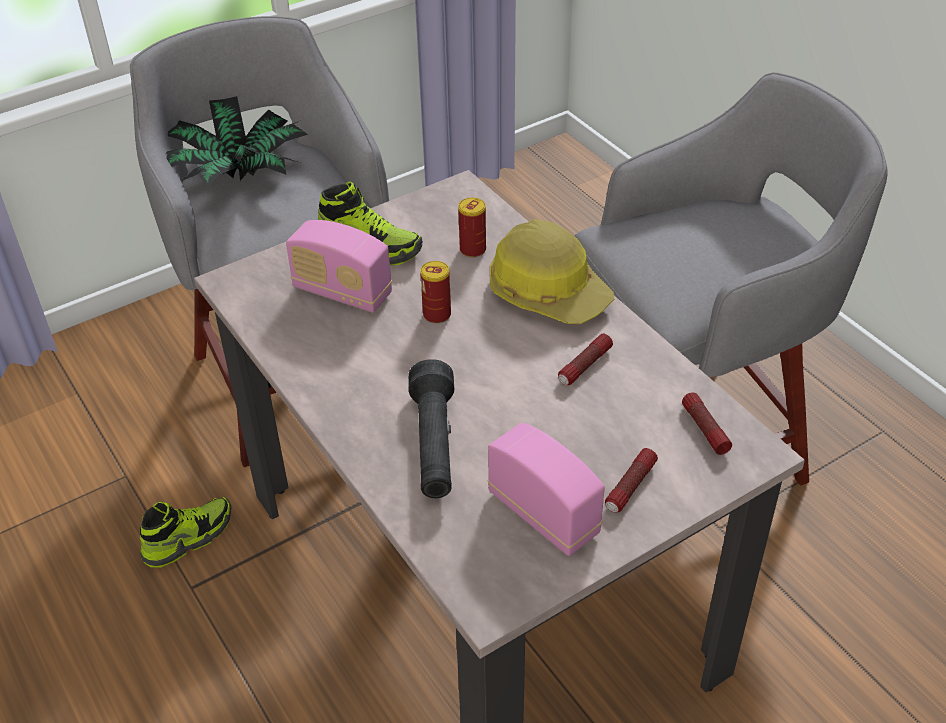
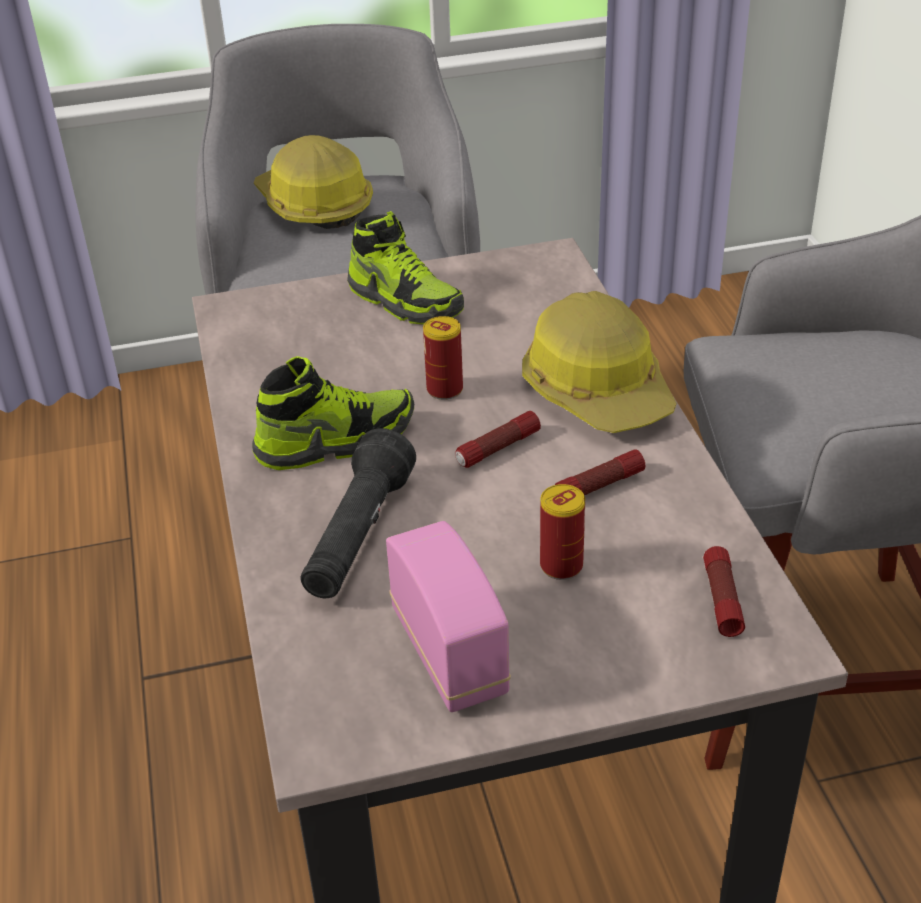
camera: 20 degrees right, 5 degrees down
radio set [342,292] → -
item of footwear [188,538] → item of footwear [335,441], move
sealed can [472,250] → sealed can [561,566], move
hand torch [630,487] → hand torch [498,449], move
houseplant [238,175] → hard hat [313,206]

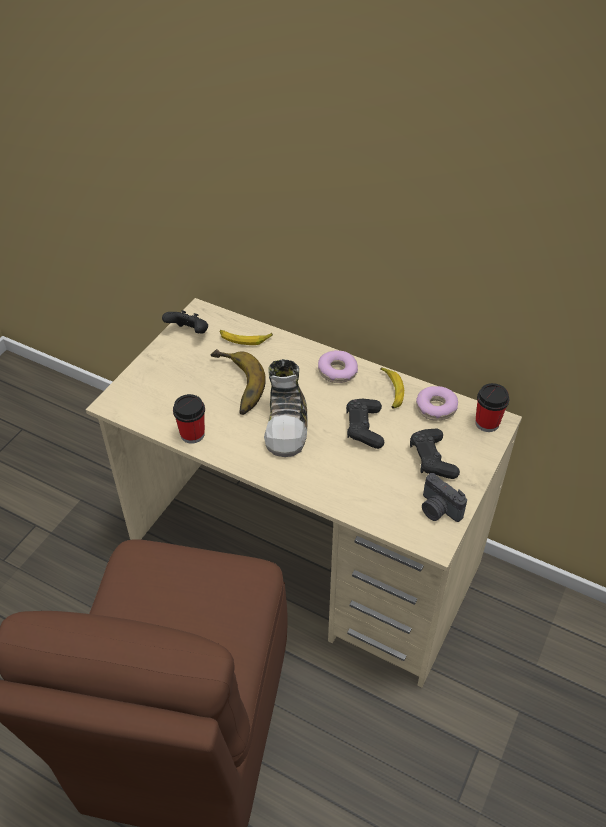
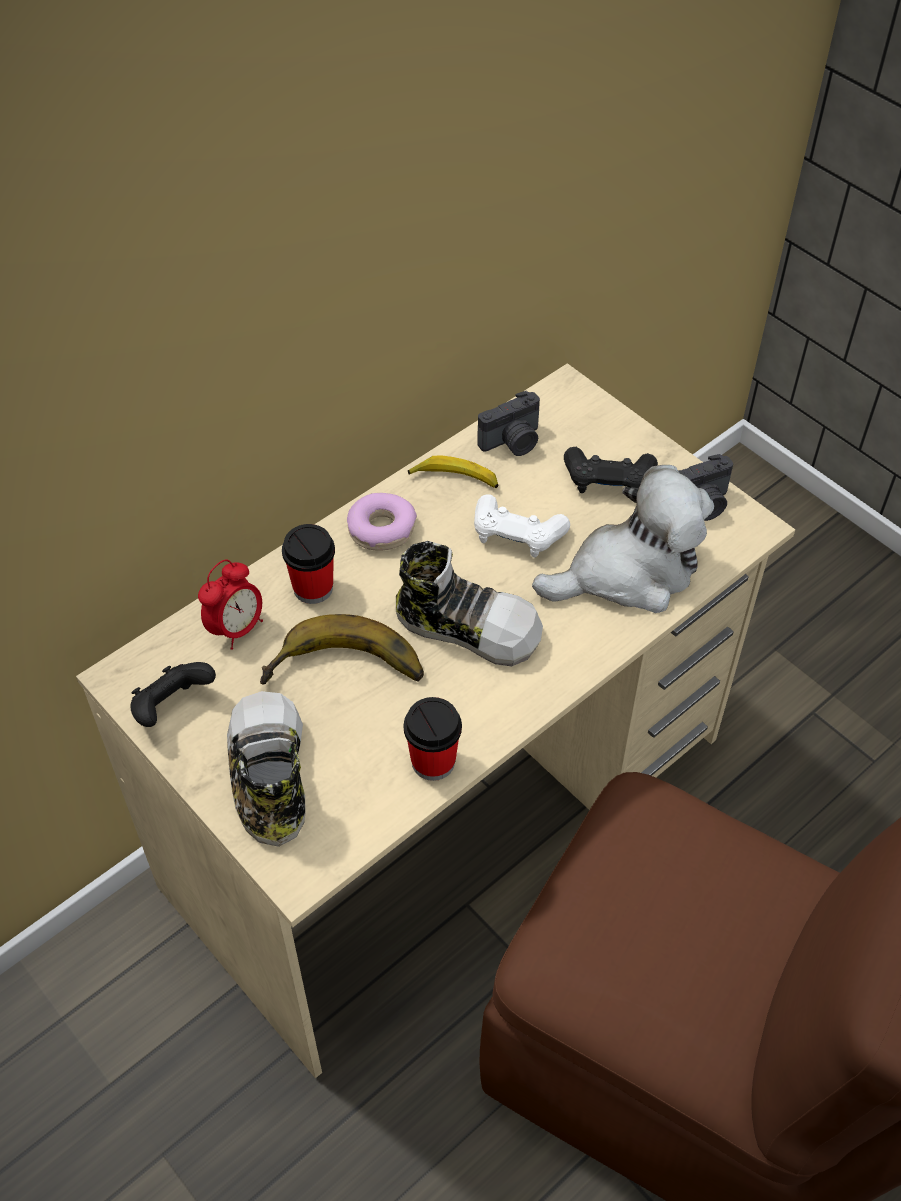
camera: 70 degrees left, 5 degrees up
- → item of footwear [268,776]
- → cuddly toy [628,573]
drinking cup [487,423] → drinking cup [313,588], move
banana fruit [245,339] → table clock [236,628]
doughnut [436,408] → photo camera [513,442]
black gamepad [364,428] → whitish gamepad [517,535]

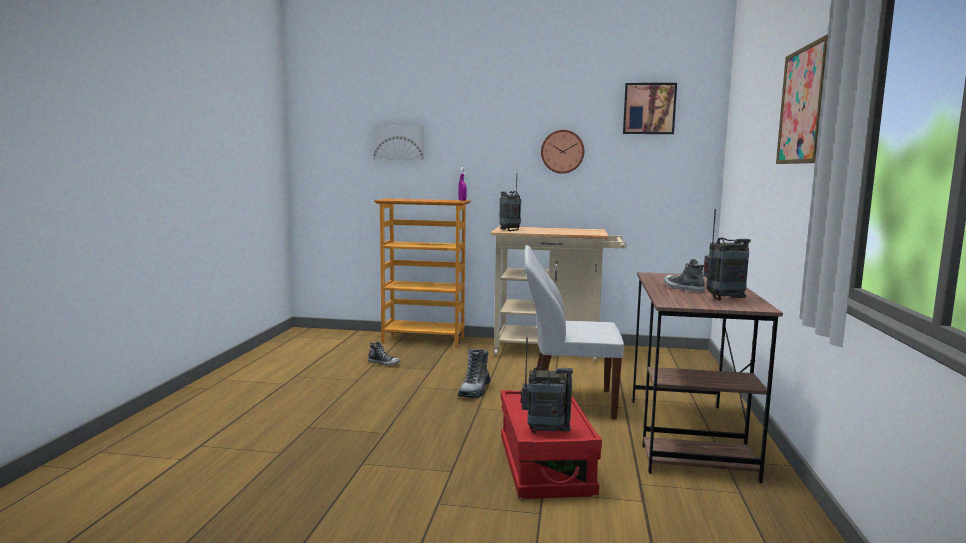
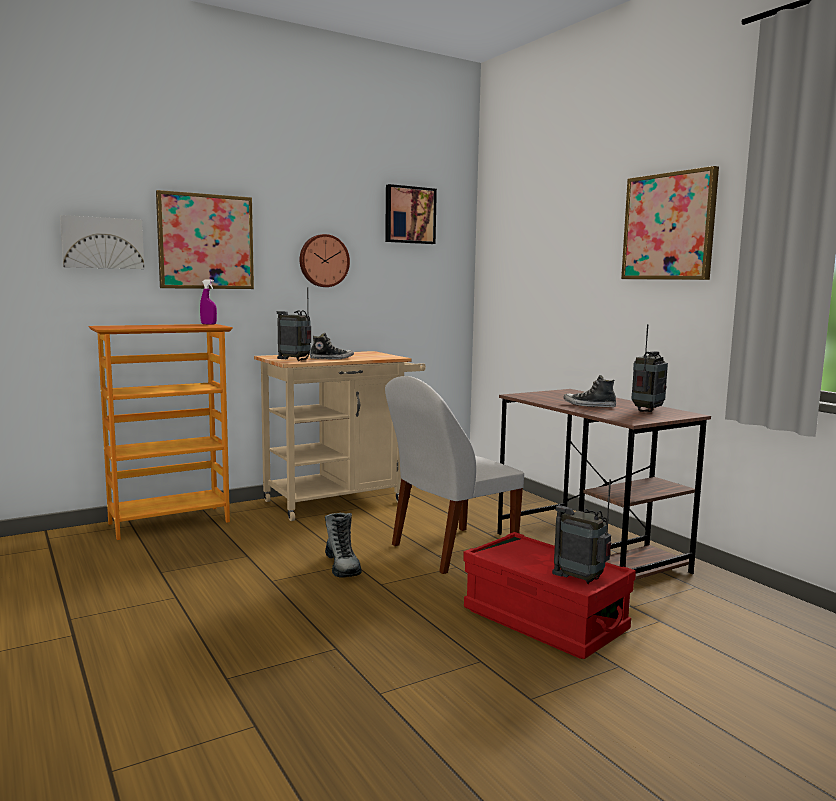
camera: 40 degrees left, 0 degrees up
- → wall art [205,242]
item of footwear [384,363] → item of footwear [332,358], move
radio set [545,432] → radio set [581,579], 105 degrees counterclockwise

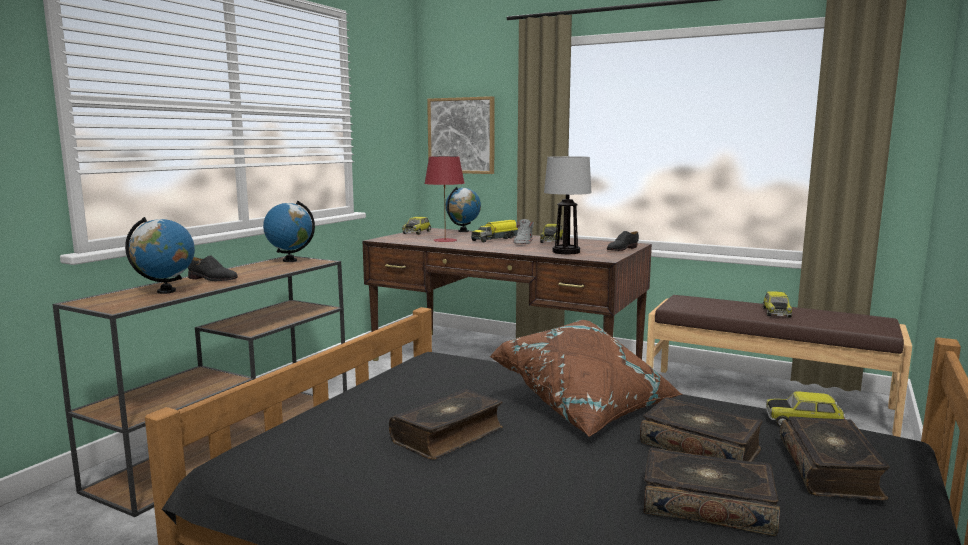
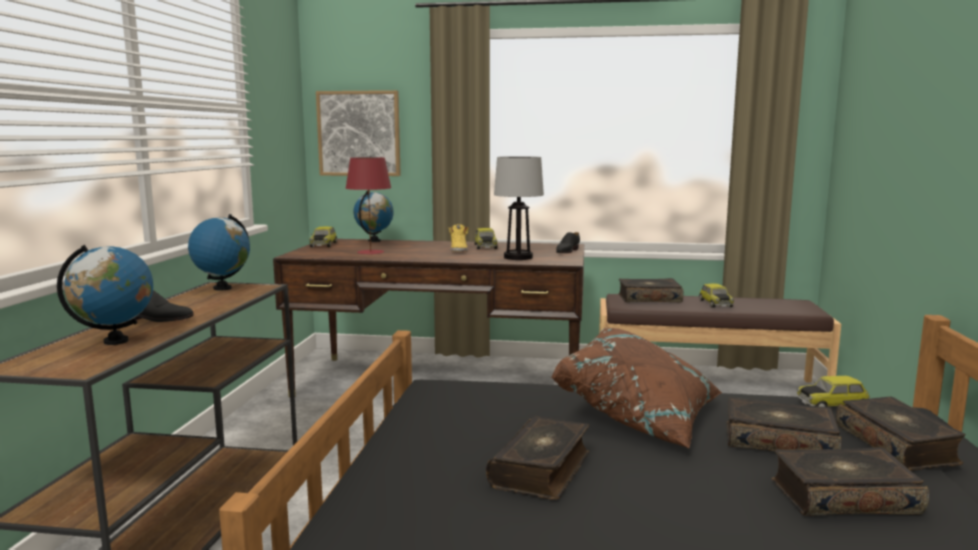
camera: 20 degrees left, 0 degrees up
toy lorry [496,239] → -
- → book [649,298]
greyish item of footwear [523,242] → yellow item of footwear [459,249]

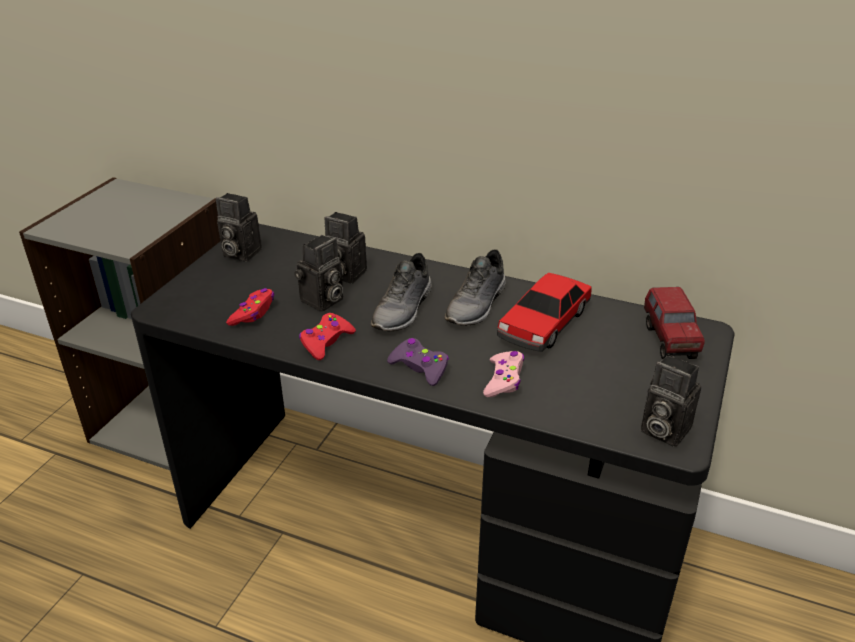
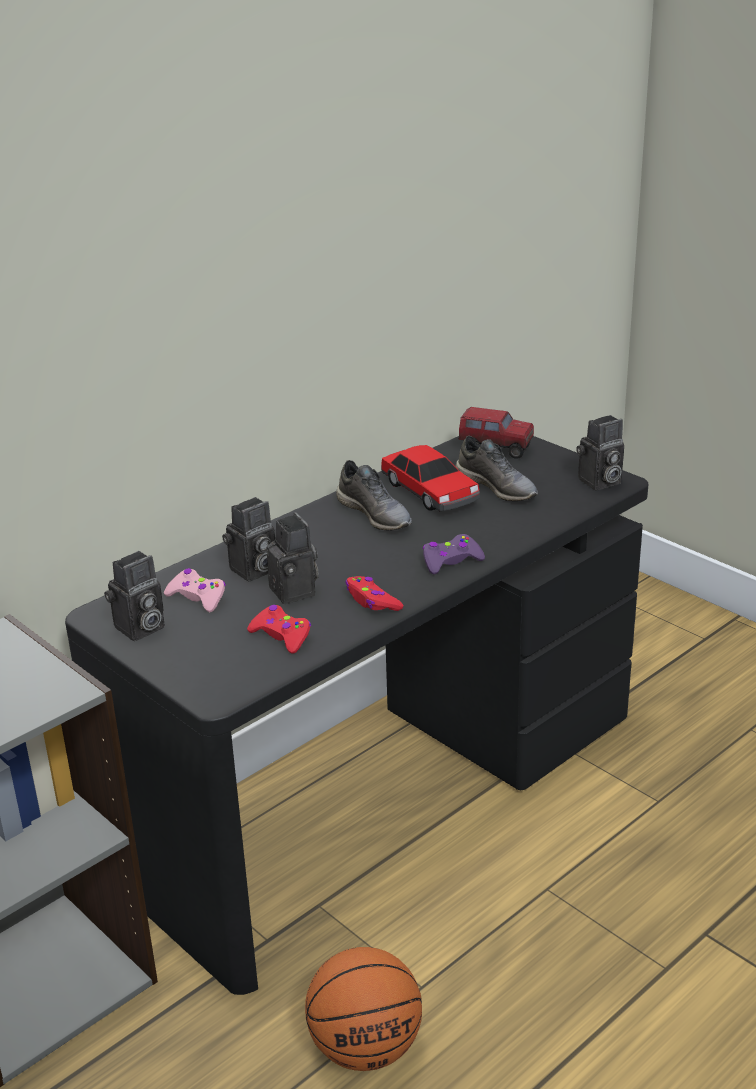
camera: 65 degrees left, 5 degrees down
- → basketball [365,1047]
greyish item of footwear [404,310] → greyish item of footwear [497,487], move
pink gamepad [504,380] → pink gamepad [197,597], move

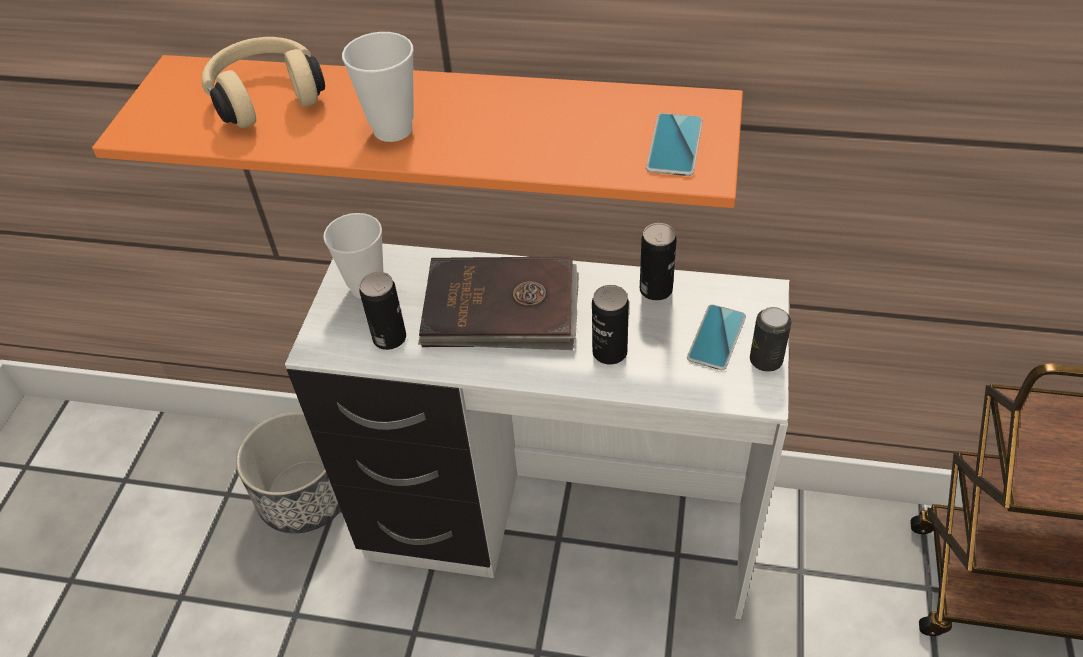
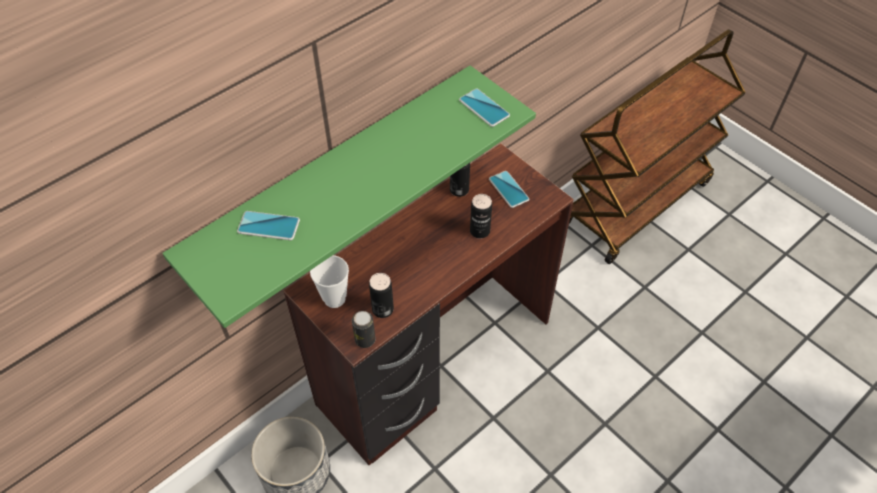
camera: 55 degrees left, 5 degrees up
drinking cup [393,129] → -
brown-coloured book [501,309] → -
sealed can [766,360] → sealed can [365,339], move
beige headset [266,97] → handset [269,226]
orange-coloured wall shelf [447,126] → green-coloured wall shelf [334,178]
whitish desk unit [558,533] → brown-coloured desk unit [437,363]

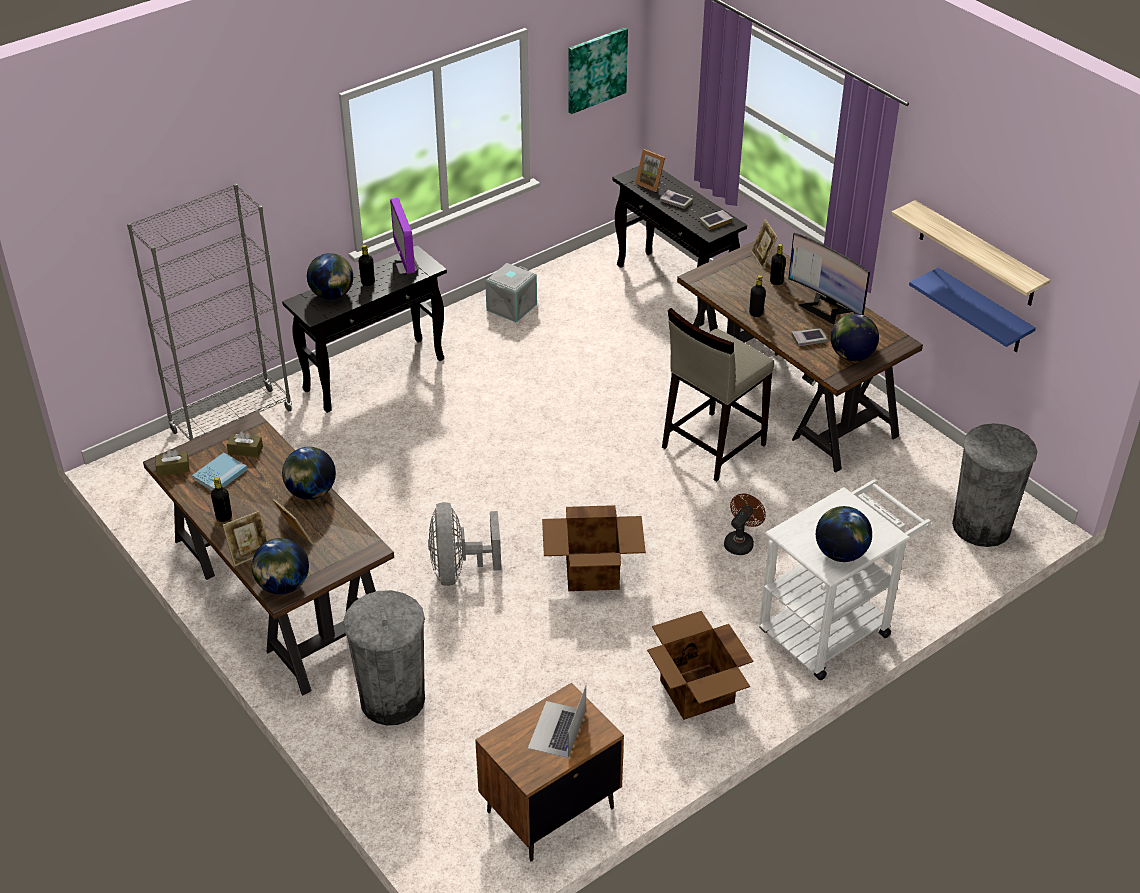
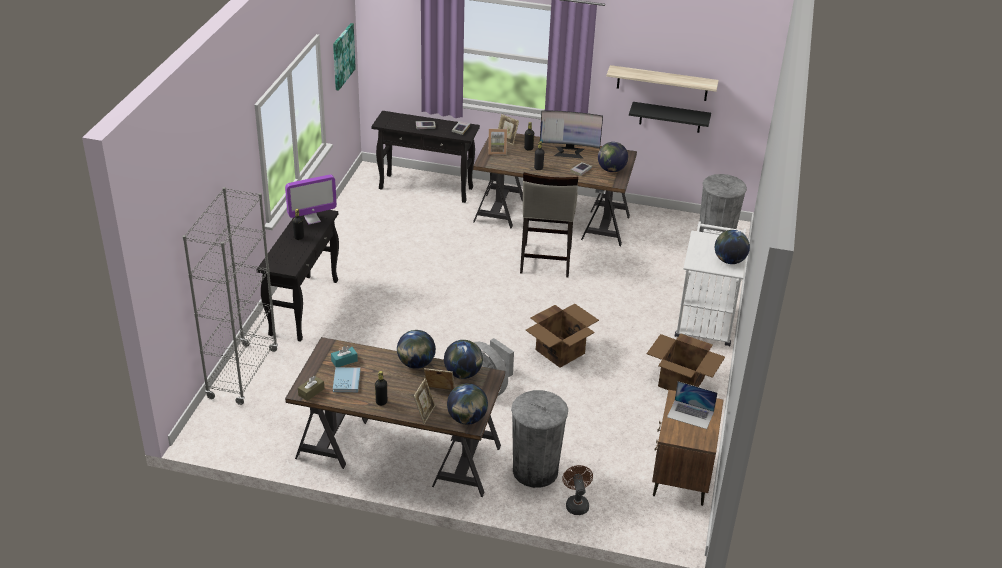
camera: 40 degrees left, 5 degrees down
greyish storage container [511,307] → -
desk globe [332,295] → desk globe [463,373], move
photo frame [651,184] → photo frame [497,151], move
brown-coloured fan [740,542] → brown-coloured fan [576,503], move
brown-coloured tissue box [245,450] → turquoise tissue box [344,361]
bluish wall shelf [982,312] → black wall shelf [670,117]
computer screen [407,267] → computer screen [312,219], 60 degrees counterclockwise
portable computer [557,729] → portable computer [690,414], 45 degrees counterclockwise

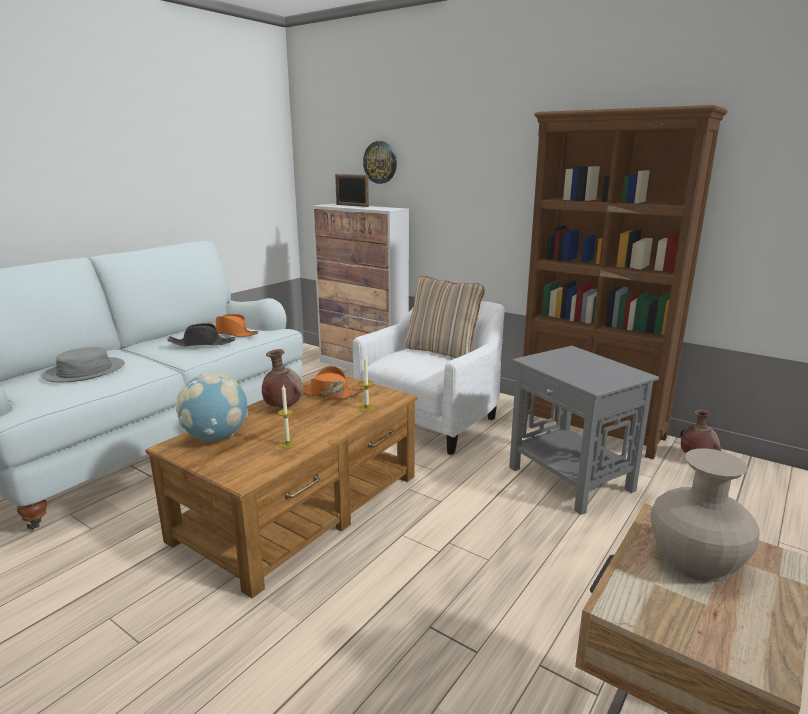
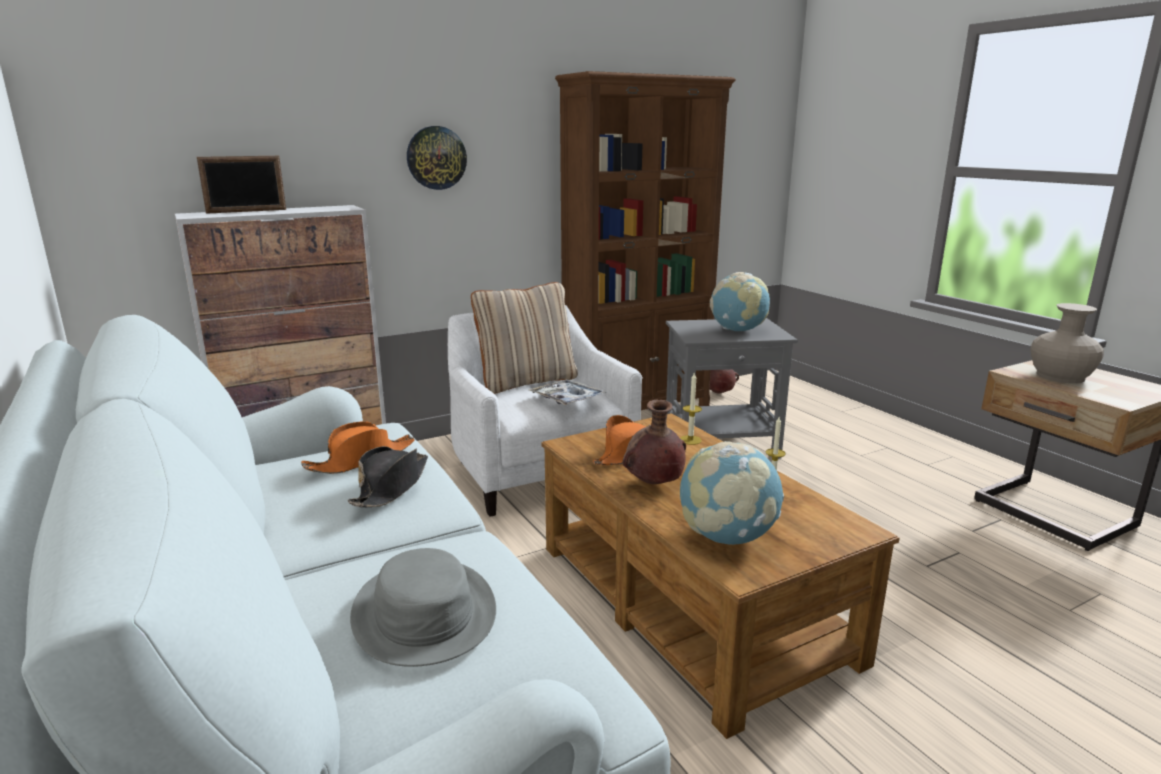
camera: 65 degrees left, 0 degrees up
- → carrying tray [567,399]
- → desk globe [737,330]
hanging clock [380,162] → hanging clock [436,158], move

